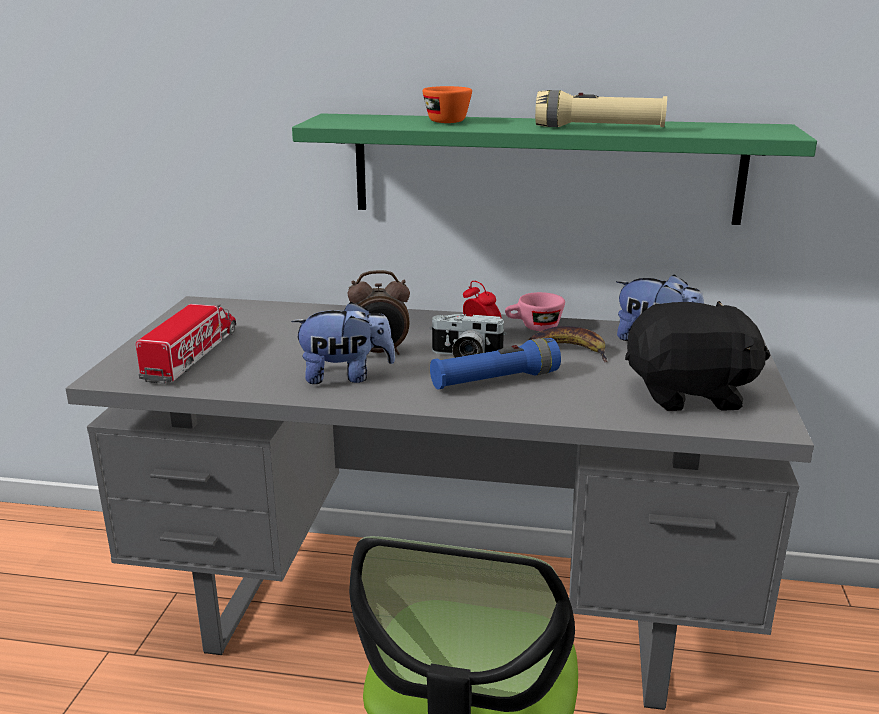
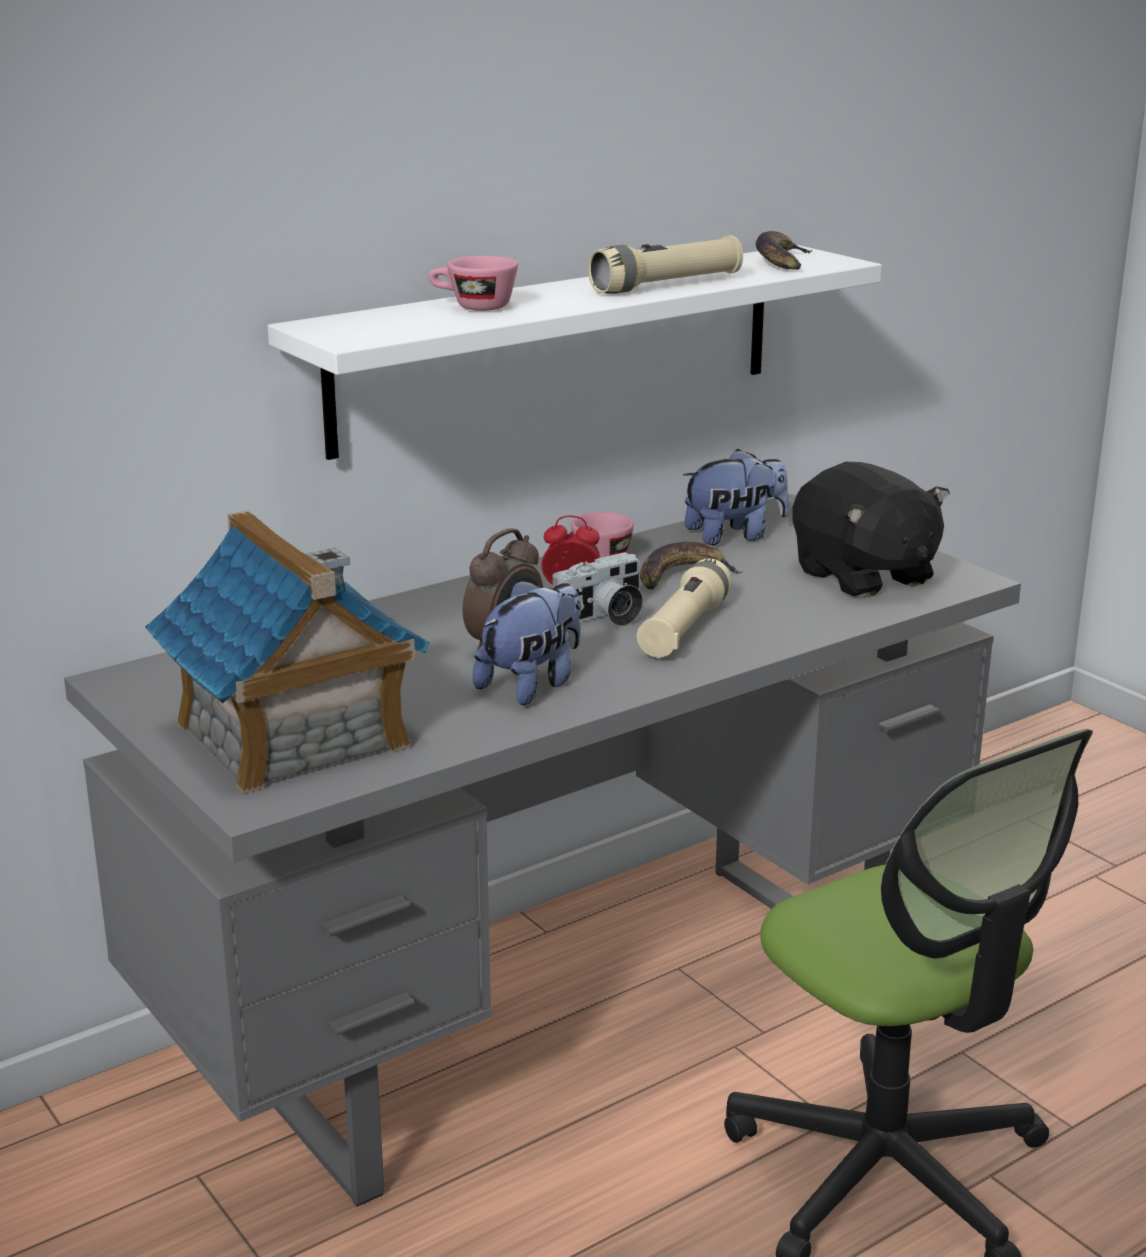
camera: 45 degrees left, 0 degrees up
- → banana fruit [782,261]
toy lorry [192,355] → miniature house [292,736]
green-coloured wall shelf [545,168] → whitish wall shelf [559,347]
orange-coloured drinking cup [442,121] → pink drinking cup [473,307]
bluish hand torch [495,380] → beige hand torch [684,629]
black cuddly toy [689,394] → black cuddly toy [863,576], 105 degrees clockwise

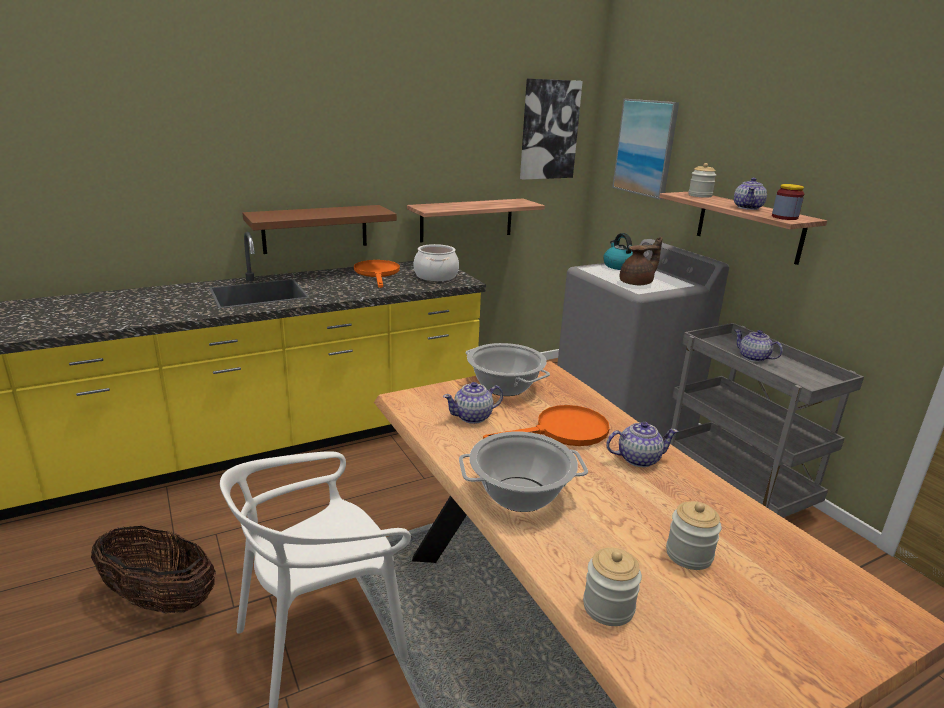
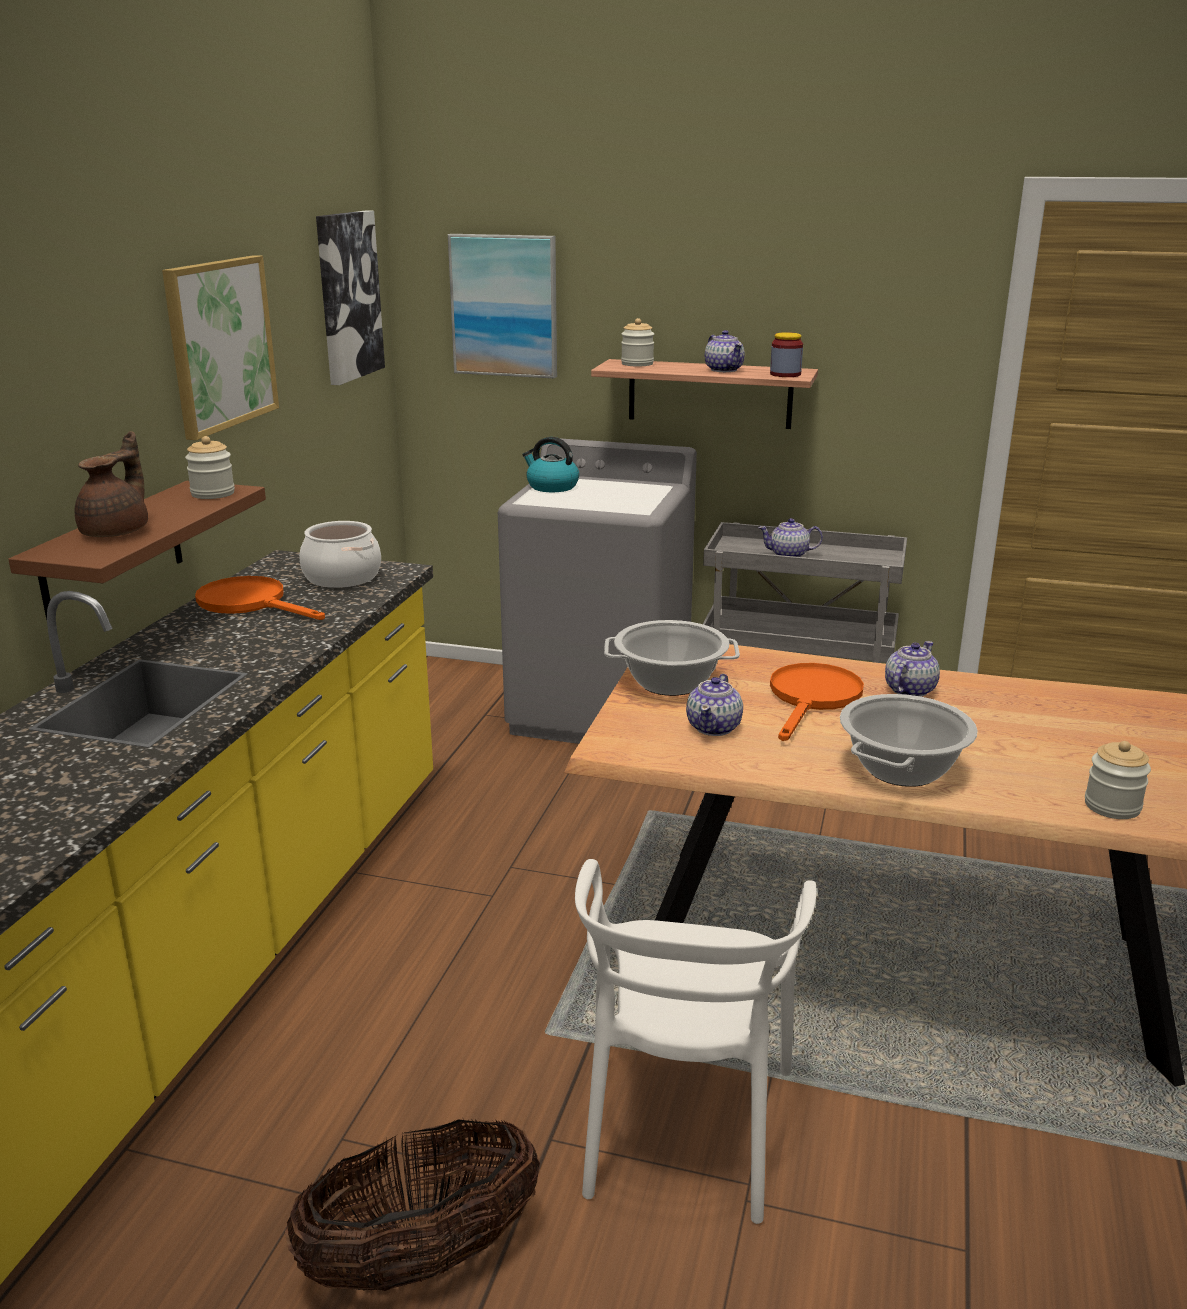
camera: 45 degrees left, 0 degrees up
wall shelf [466,220] → -
- → wall art [220,344]
brown-coloured tea pot [637,283] → brown-coloured tea pot [118,531], move
jar [689,555] → jar [213,494], move

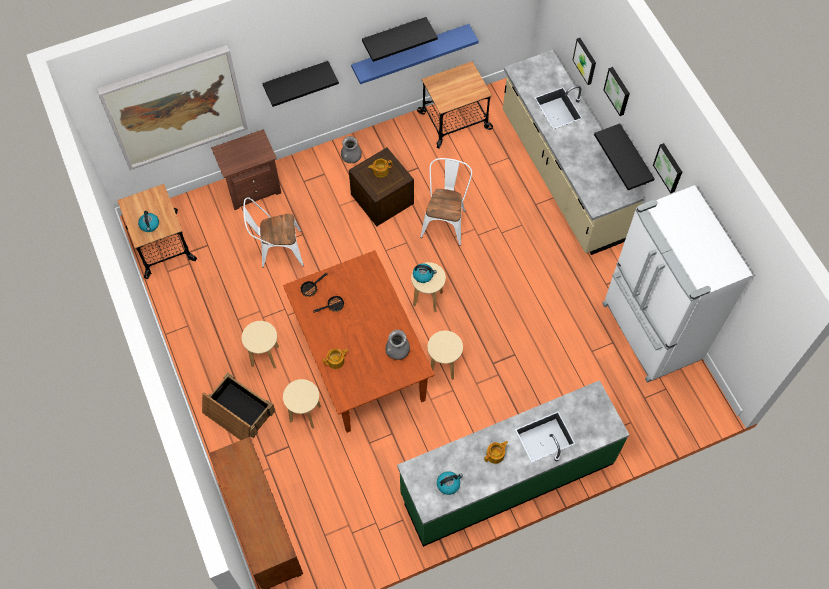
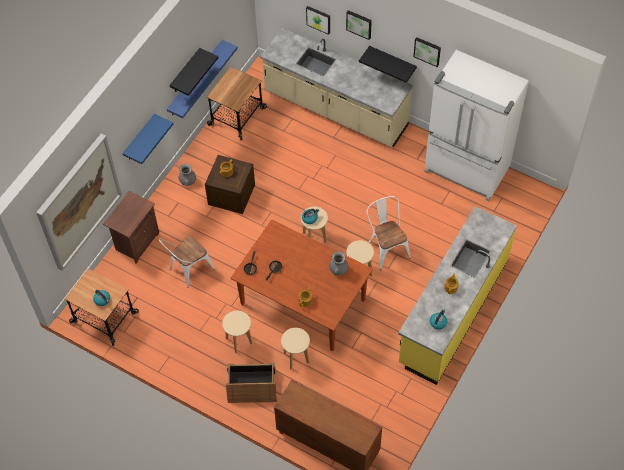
camera: 35 degrees left, 5 degrees down
whitish plain chair [445,220] → whitish plain chair [386,248], move
black wall shelf [296,79] → bluish wall shelf [139,138]
green-coloured kitchen counter [506,478] → yellow kitchen counter [453,311]

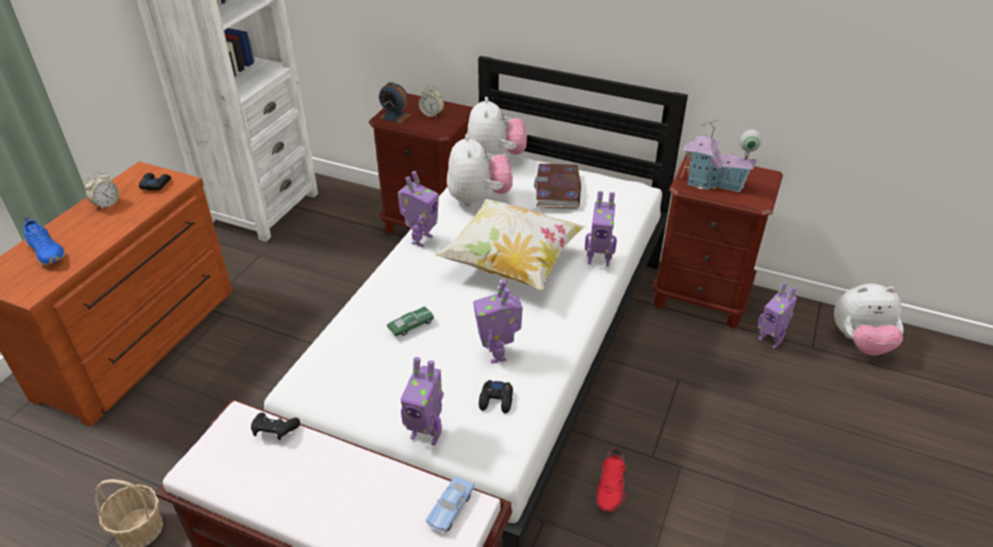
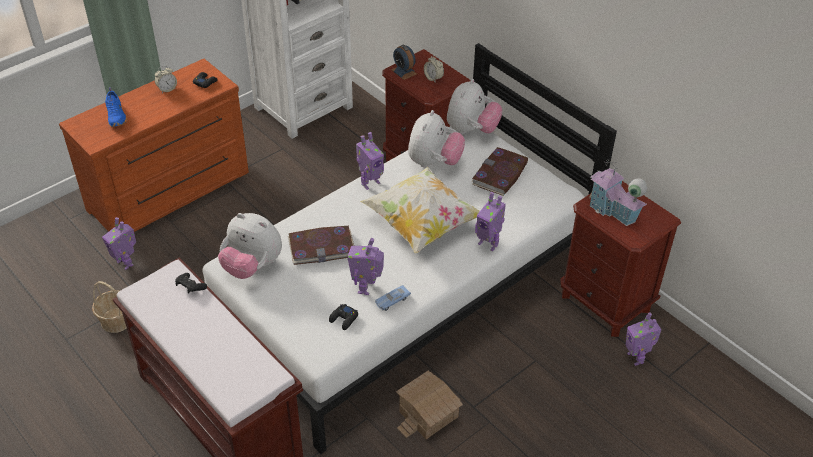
camera: 25 degrees right, 5 degrees up
model robot [426,434] → model robot [126,263], move
bluish miniature car [450,508] → bluish miniature car [392,301], move
cuddly toy [860,342] → cuddly toy [252,266], move
green-coloured miniature car [411,325] → book [322,247]
red item of footwear [612,486] → miniature house [429,415]

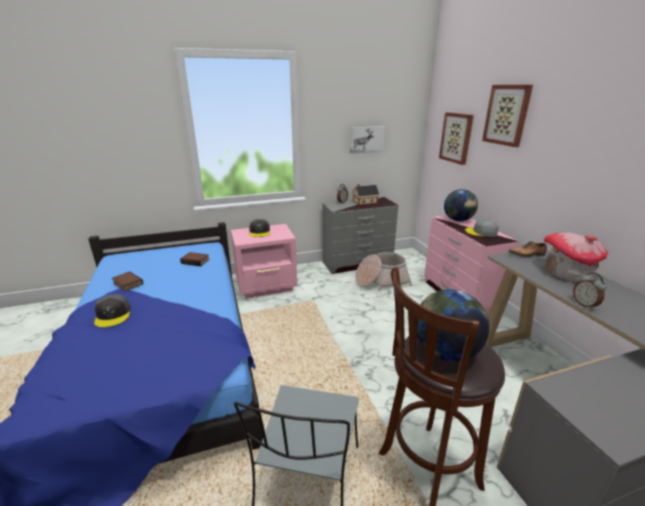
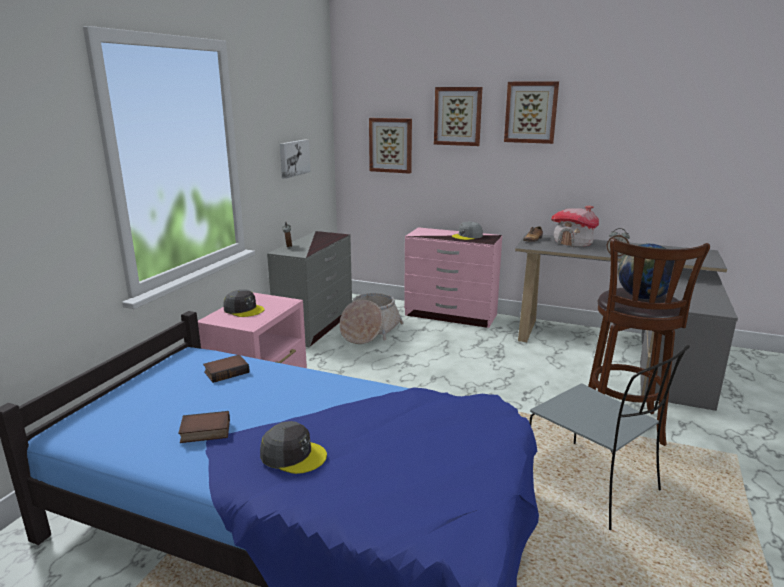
camera: 50 degrees left, 5 degrees down
miniature house [364,202] → -
desk globe [458,220] → -
- → wall art [531,112]

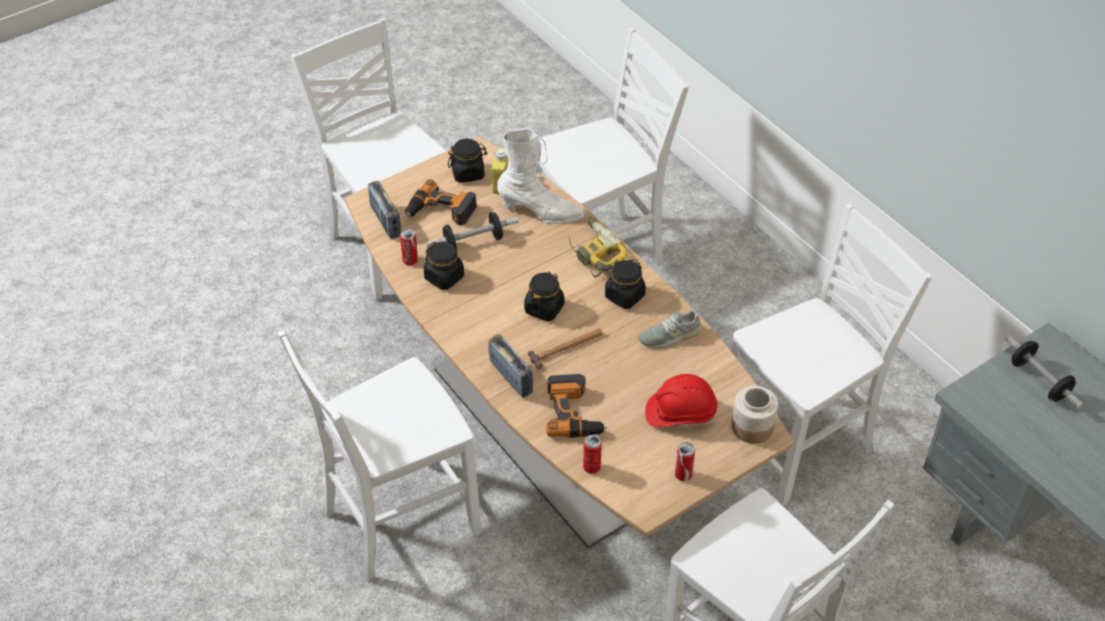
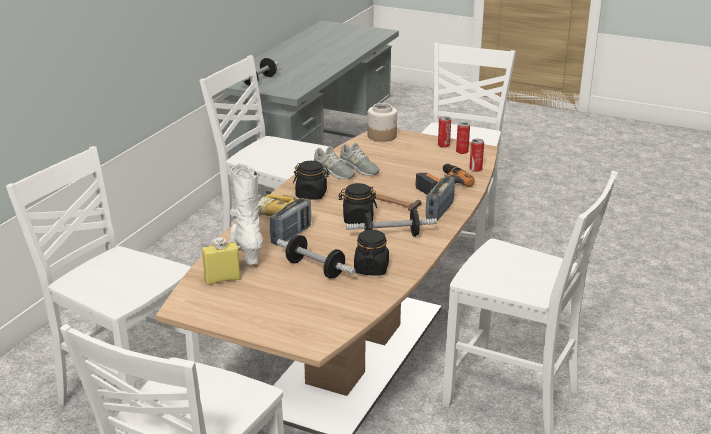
camera: 120 degrees left, 20 degrees down
power drill [440,211] → -
black jar [468,173] → -
red hard hat [680,413] → -
- → greyish item of footwear [358,168]
- → dumbbell [391,236]
radio set [385,221] → radio set [291,235], move
sealed can [410,260] → sealed can [462,152], move

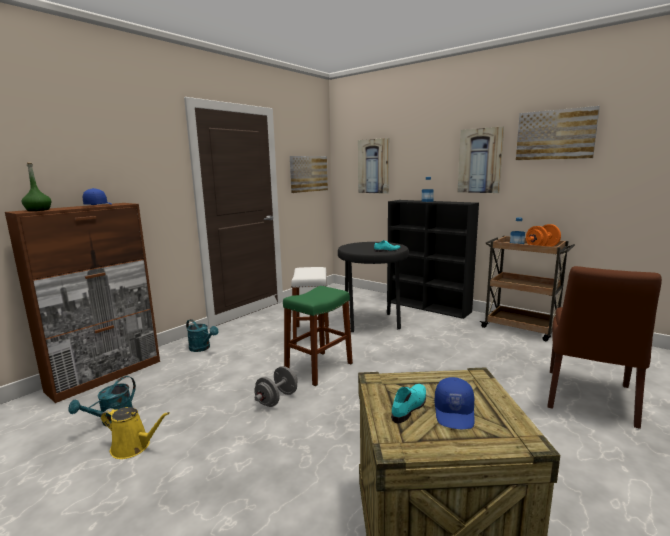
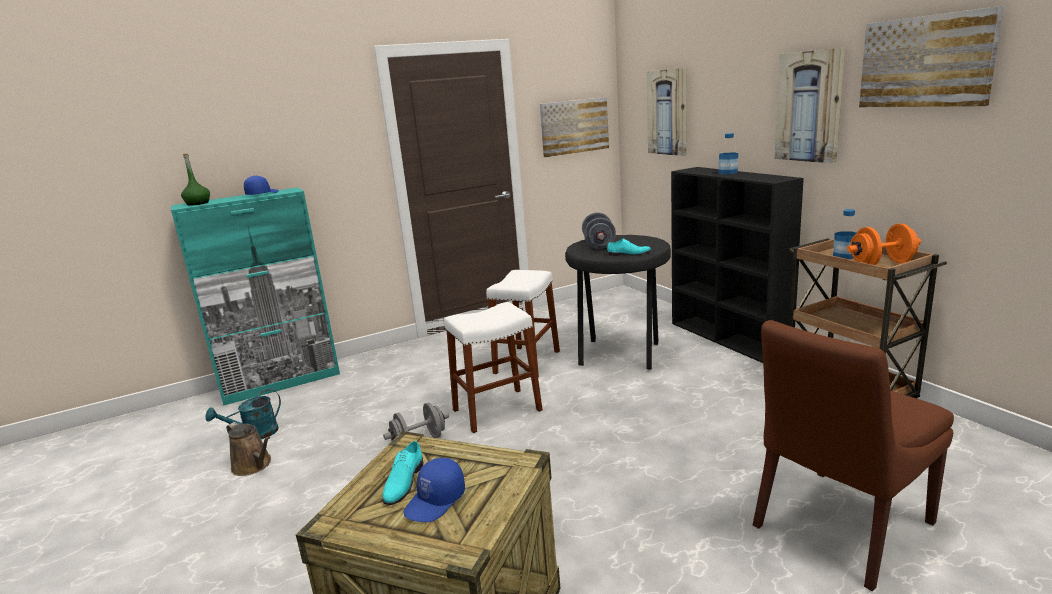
camera: 25 degrees right, 5 degrees up
turquoise watering can [202,348] → -
- → greyish dumbbell [599,245]
brown-coloured cabinet [106,375] → turquoise cabinet [282,382]
yellow watering can [134,447] → brown-coloured watering can [253,466]
green-coloured sitting stool [319,368] → whitish sitting stool [497,410]
turquoise item of footwear [410,406] → turquoise item of footwear [403,482], 135 degrees clockwise

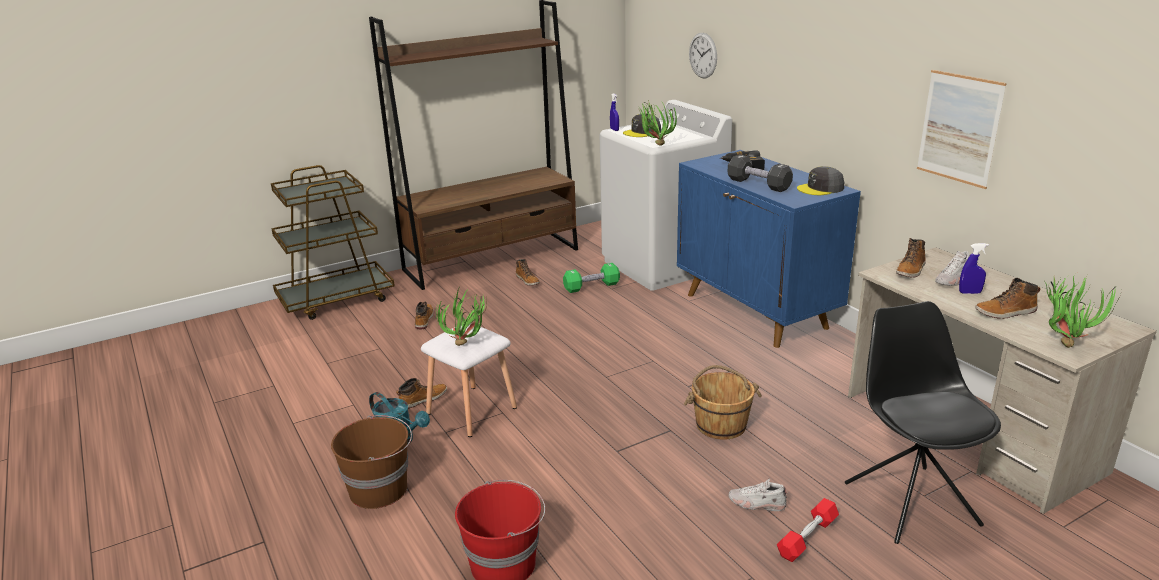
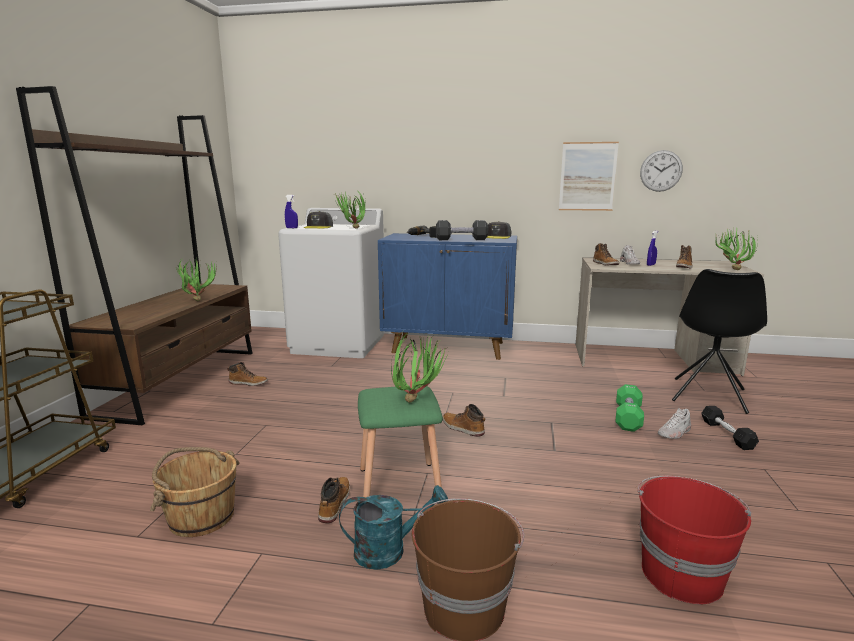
camera: 50 degrees left, 10 degrees down
- → houseplant [198,300]
tall boot [424,320] → tall boot [462,428], move
green-coloured dumbbell [591,287] → green-coloured dumbbell [628,418], move
brown-coloured pail [720,424] → brown-coloured pail [201,516], move
hanging clock [703,55] → hanging clock [661,171], move
whitish sitting stool [472,410] → green-coloured sitting stool [398,485]
red dumbbell [807,537] → black dumbbell [726,434]
black plain chair [910,502] → black plain chair [708,396], 90 degrees counterclockwise

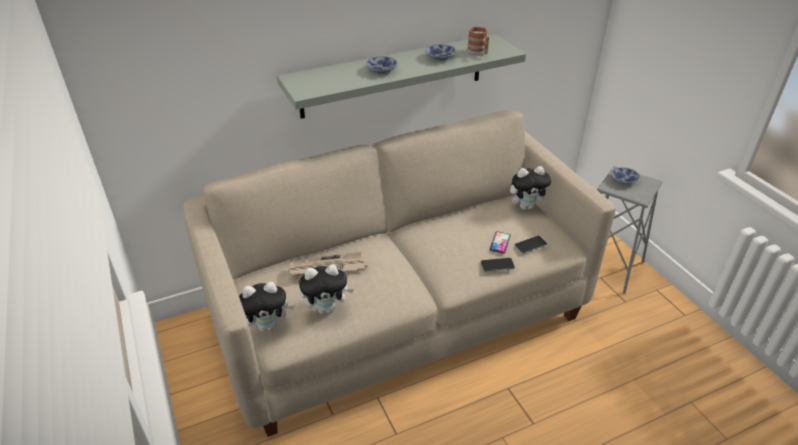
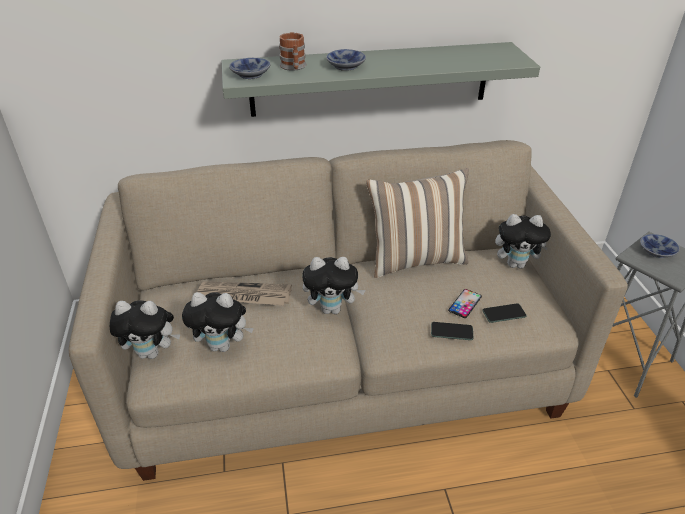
camera: 15 degrees right, 0 degrees up
- → cuddly toy [332,309]
- → pillow [415,259]
bowl [441,57] → bowl [252,74], move
mug [478,52] → mug [293,67], move

